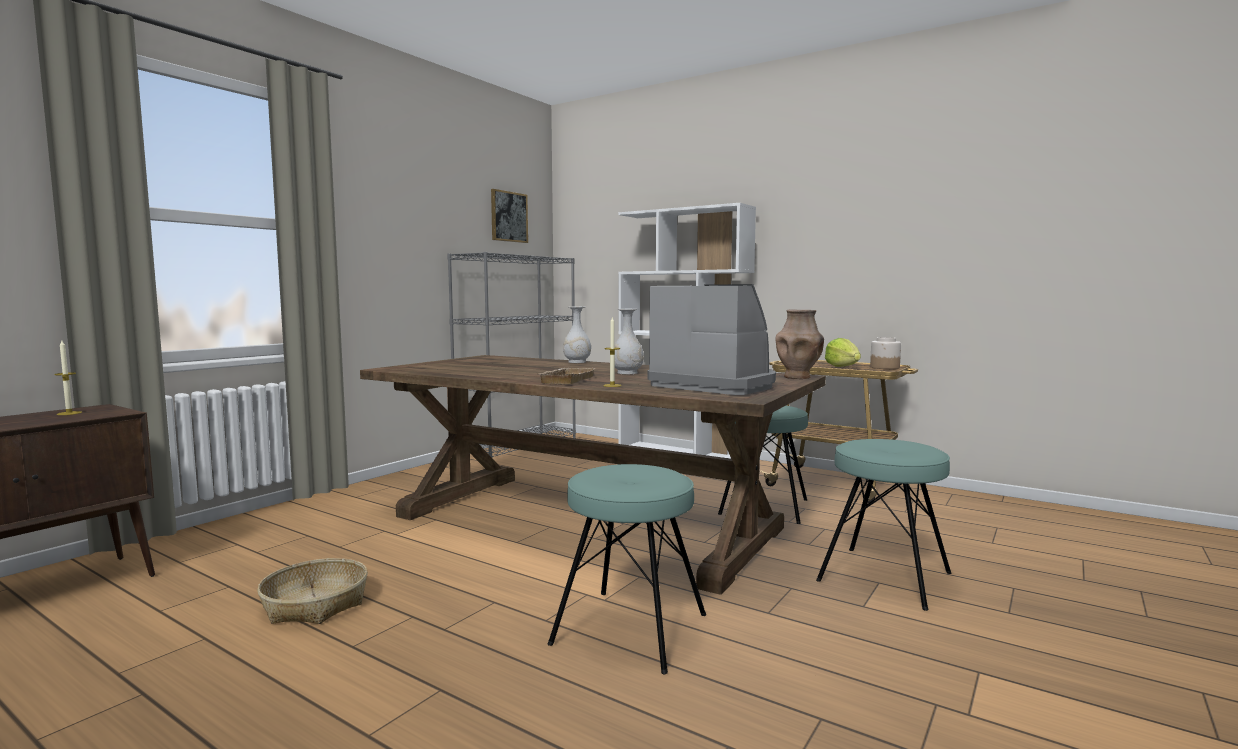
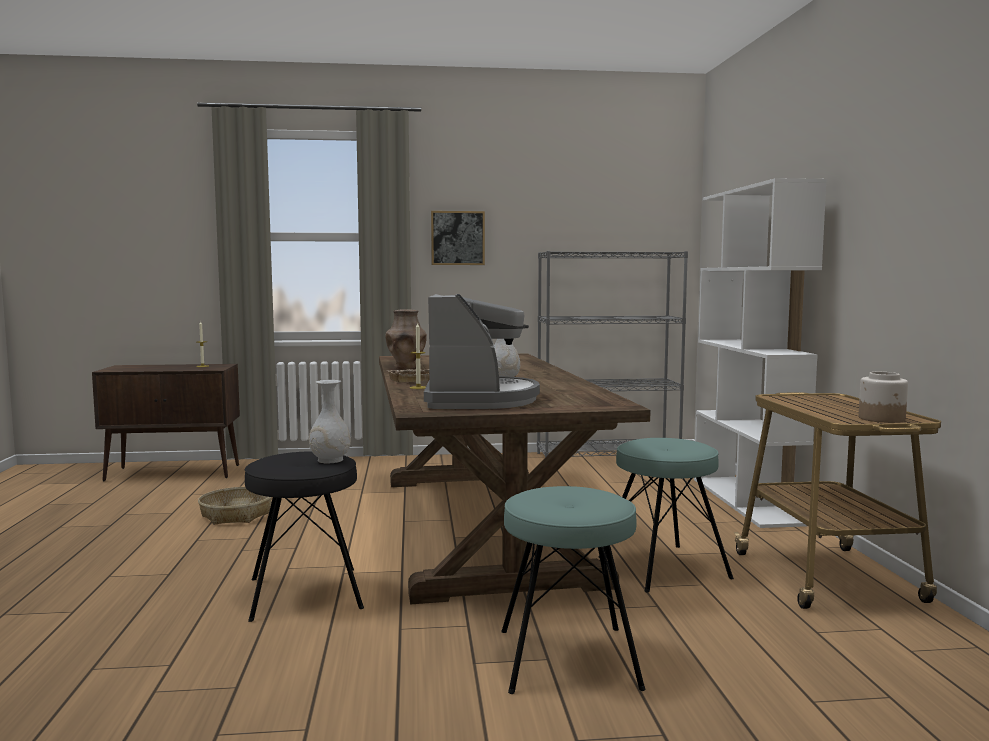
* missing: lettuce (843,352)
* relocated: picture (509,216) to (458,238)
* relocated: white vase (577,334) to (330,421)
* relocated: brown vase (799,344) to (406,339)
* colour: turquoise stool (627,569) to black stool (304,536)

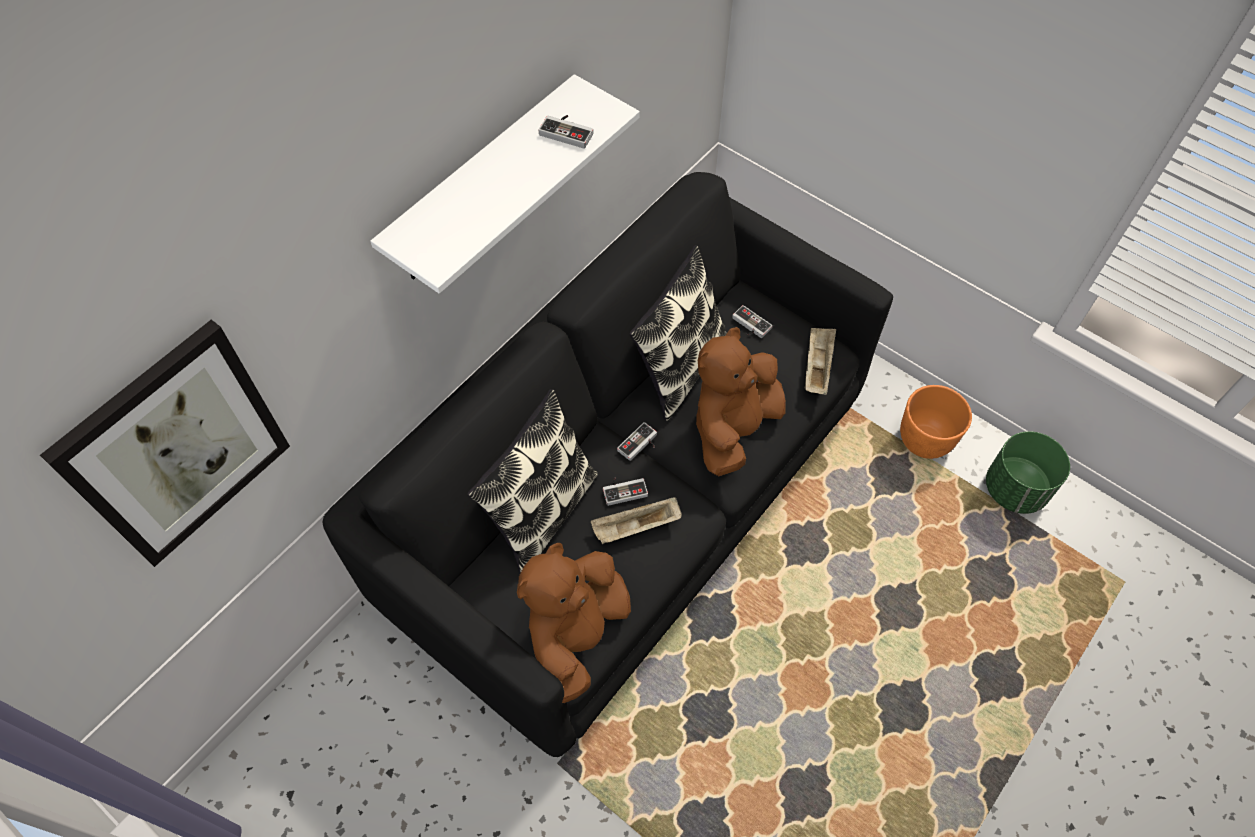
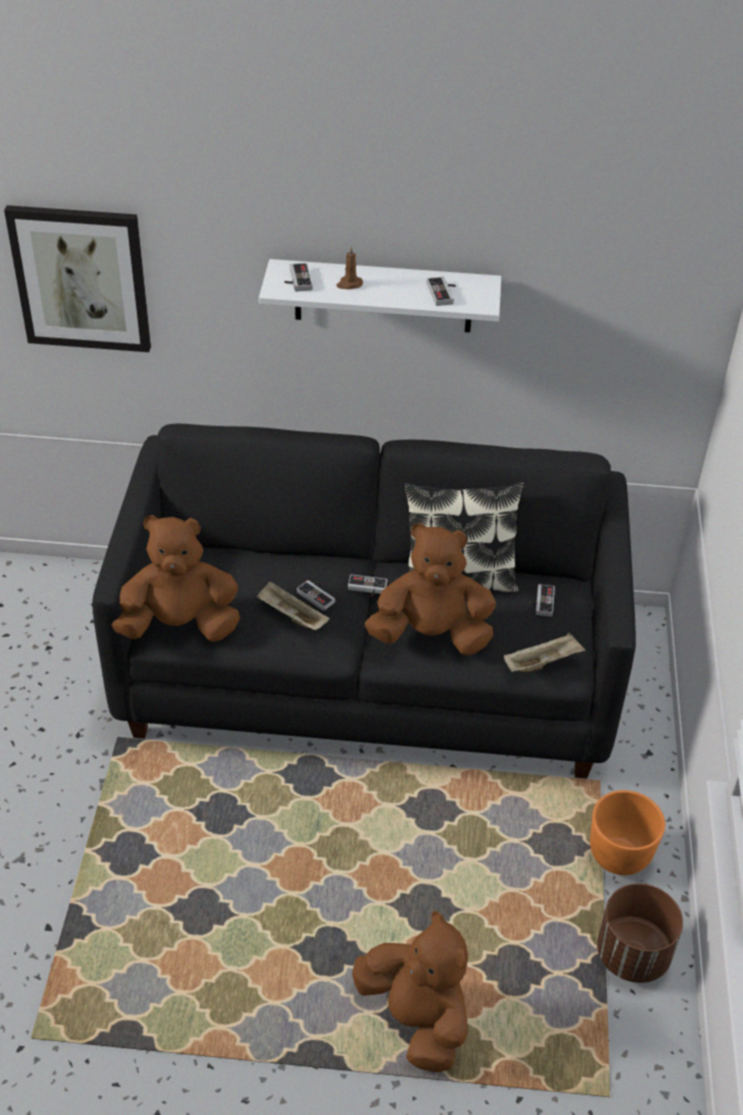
* missing: pillow (532,481)
* appeared: game controller (298,277)
* appeared: brown candle (350,268)
* appeared: brown plush toy (410,992)
* colour: green planter (1028,472) to brown planter (640,933)

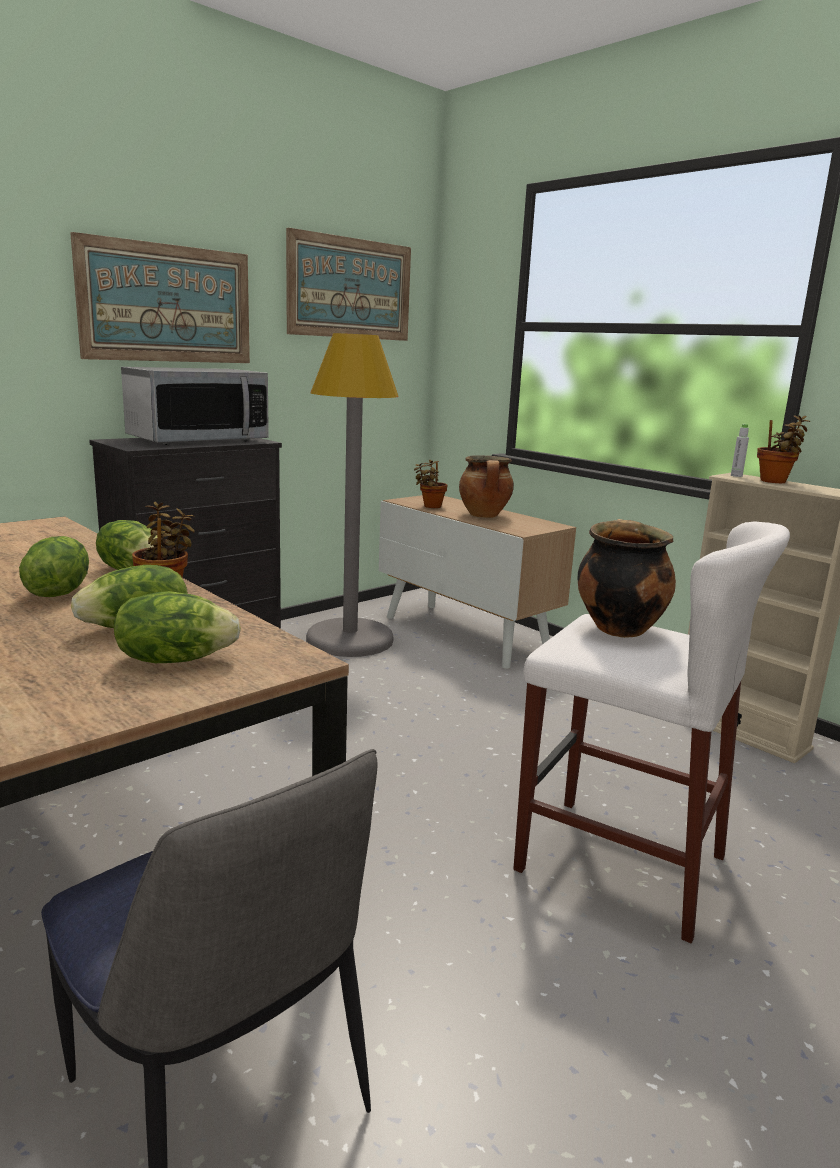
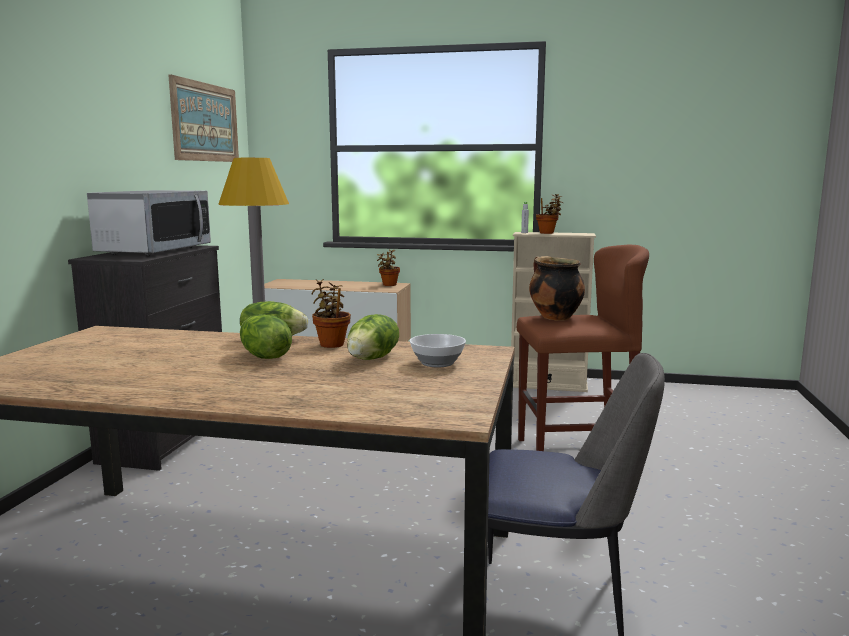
* missing: picture (160,297)
* missing: cooking pot (486,486)
* relocated: potted plant (430,484) to (388,268)
* exchanged: lettuce (177,627) to bowl (438,351)
* colour: white stool (651,732) to brown stool (583,348)

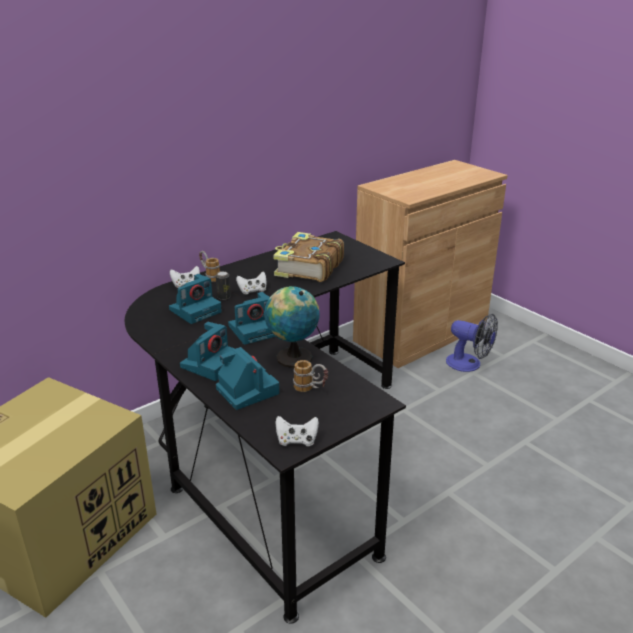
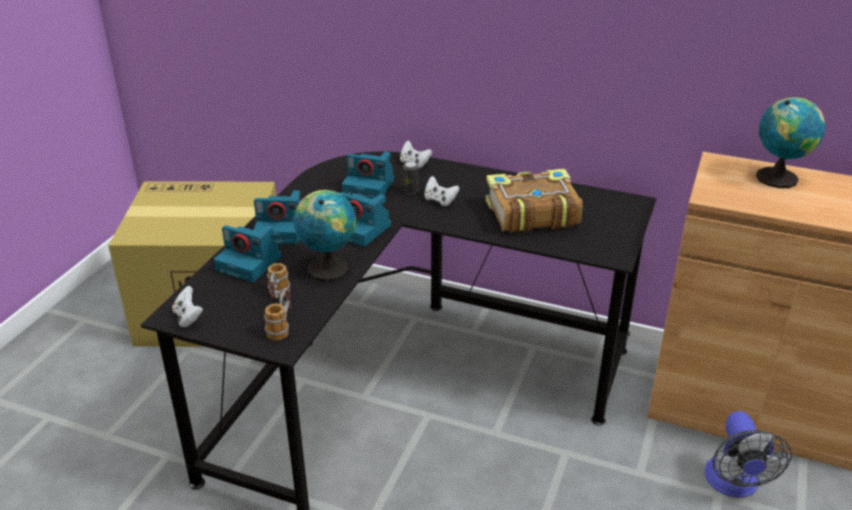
* appeared: globe (790,142)
* relocated: mug (209,266) to (277,314)
* spun: photo camera (247,378) = (248,253) 90 degrees clockwise

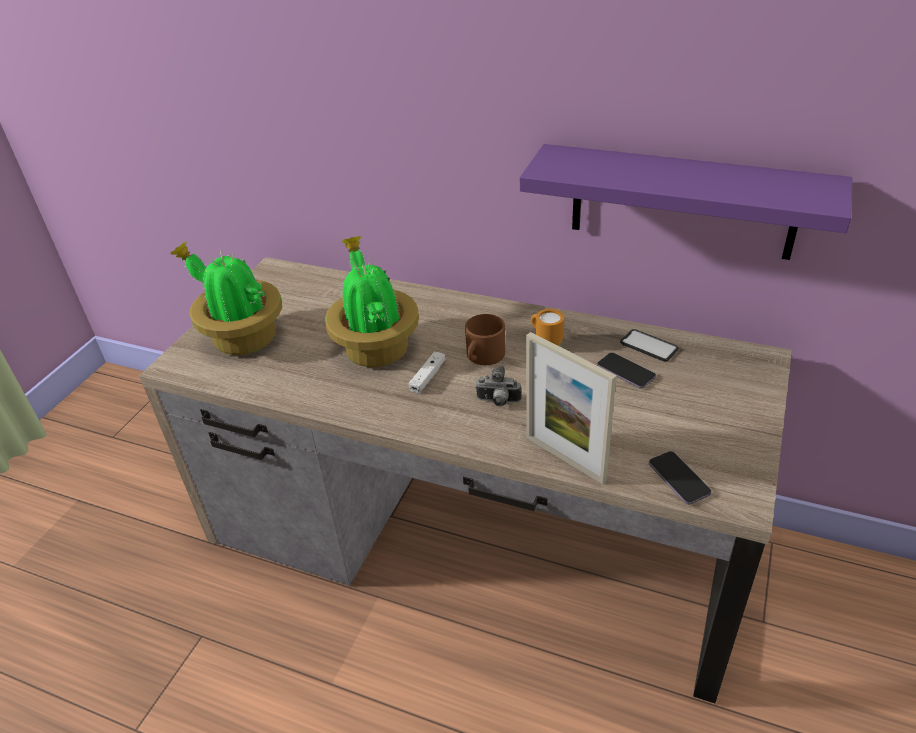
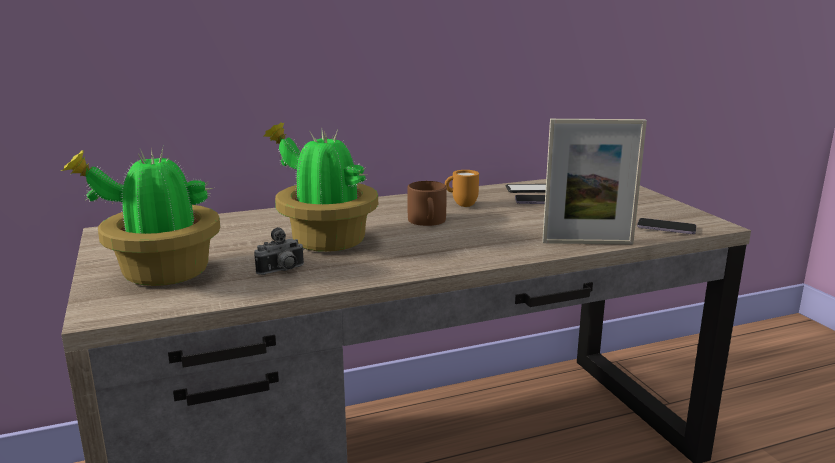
* missing: white game controller (427,372)
* missing: purple shelf (686,202)
* relocated: photo camera (498,386) to (279,251)

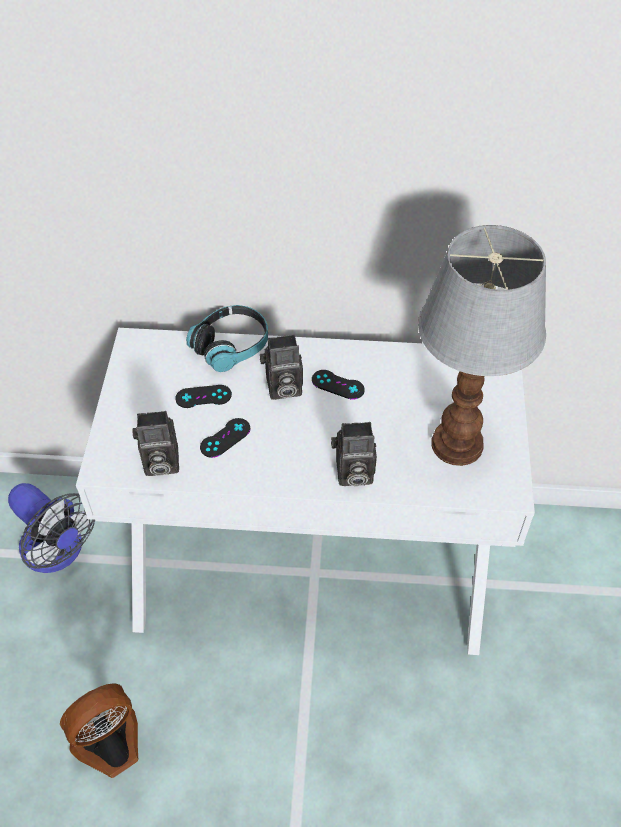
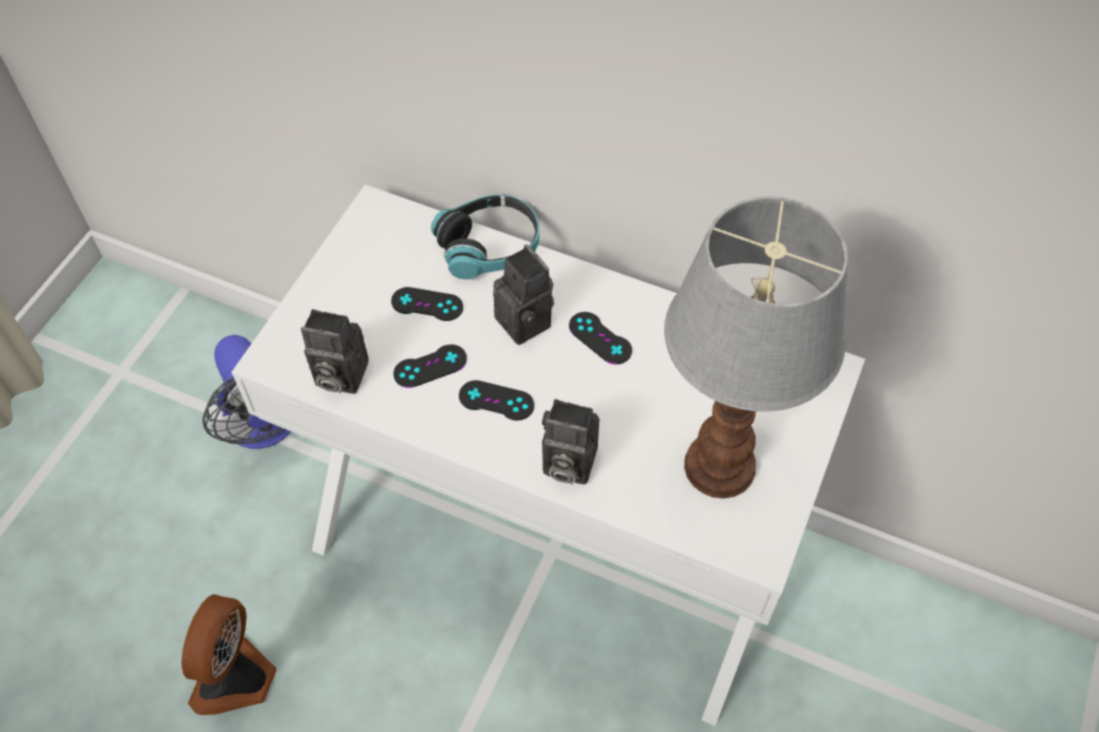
* appeared: black game controller (496,400)
* spun: fan (99,730) = (229,654) 60 degrees counterclockwise
* spun: photo camera (281,367) = (523,294) 135 degrees counterclockwise

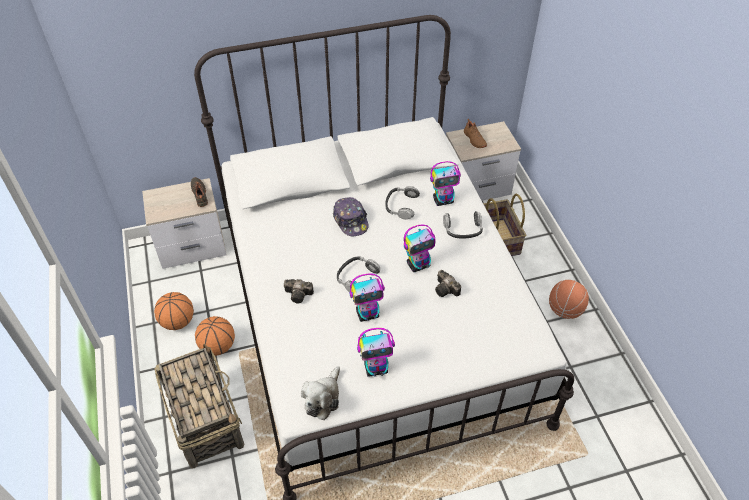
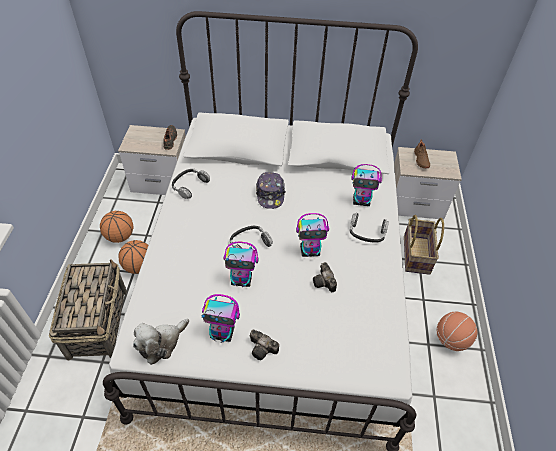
* relocated: photo camera (299,291) to (264,345)
* relocated: headphones (402,203) to (191,184)

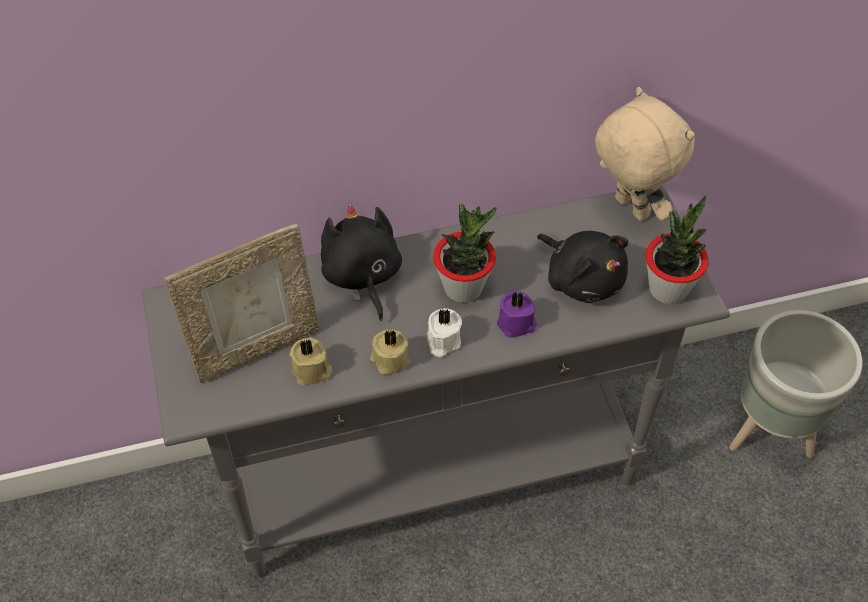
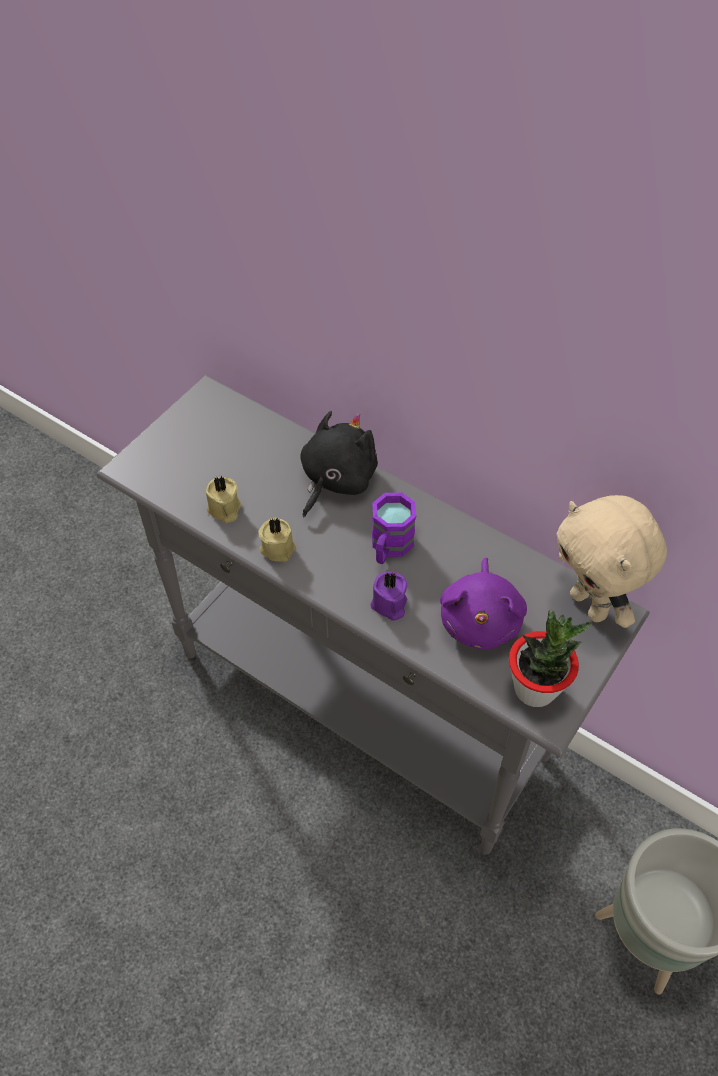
* missing: picture frame (241,303)
* missing: white candle (444,332)
* exchanged: potted plant (465,253) to purple mug (394,528)
* colour: black plush toy (582,267) to purple plush toy (483,603)
* spun: beige plush toy (645,154) = (612,561) 135 degrees clockwise

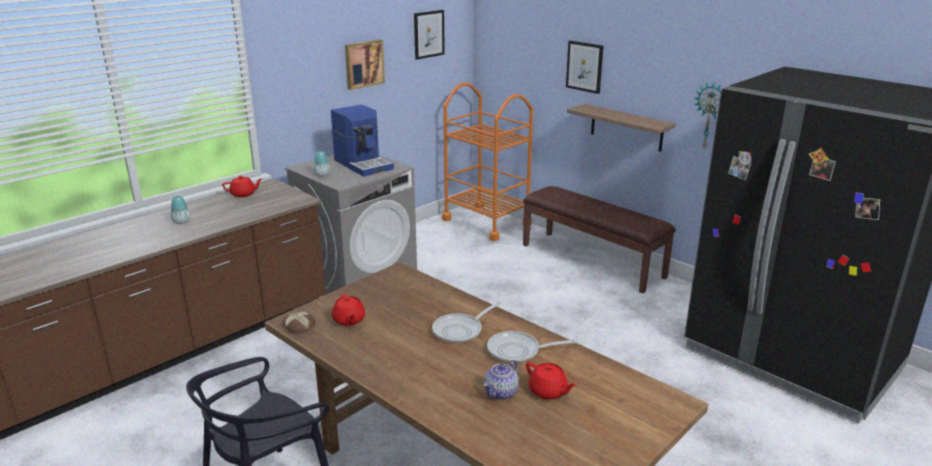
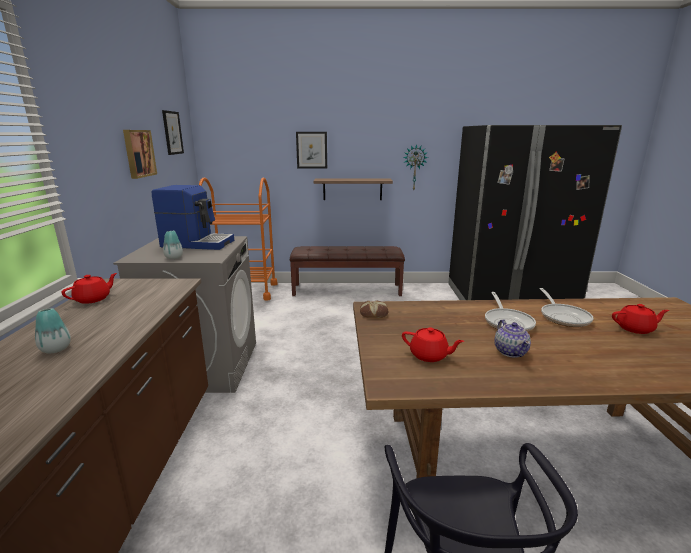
* relocated: bread (299,322) to (374,309)
* relocated: teapot (501,380) to (512,338)
* spun: frying pan (532,347) = (566,307) 45 degrees counterclockwise

